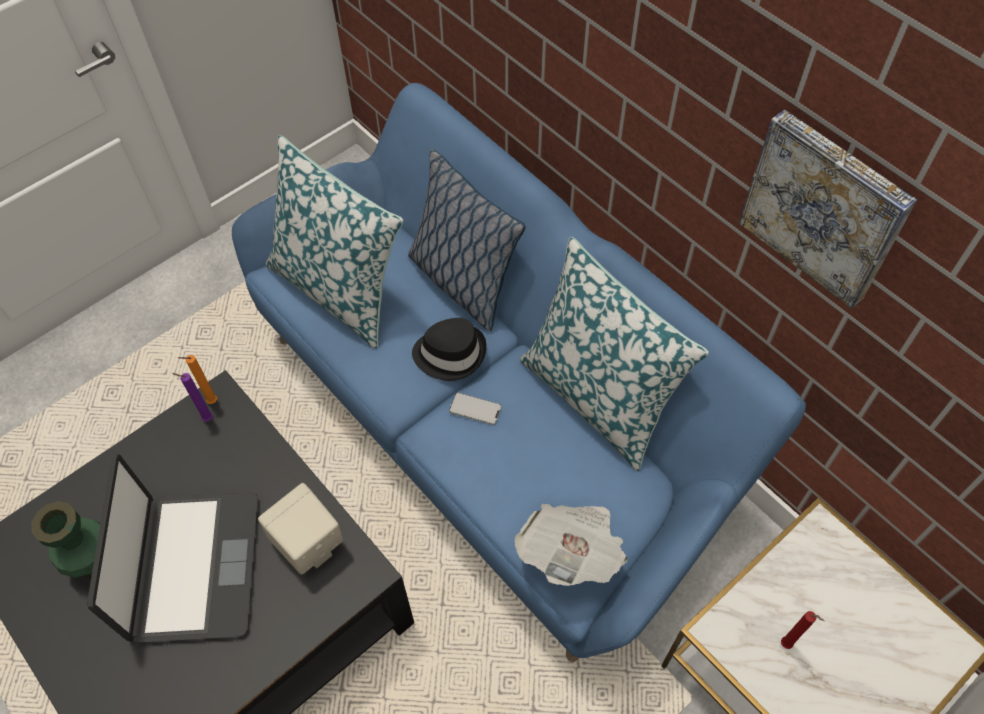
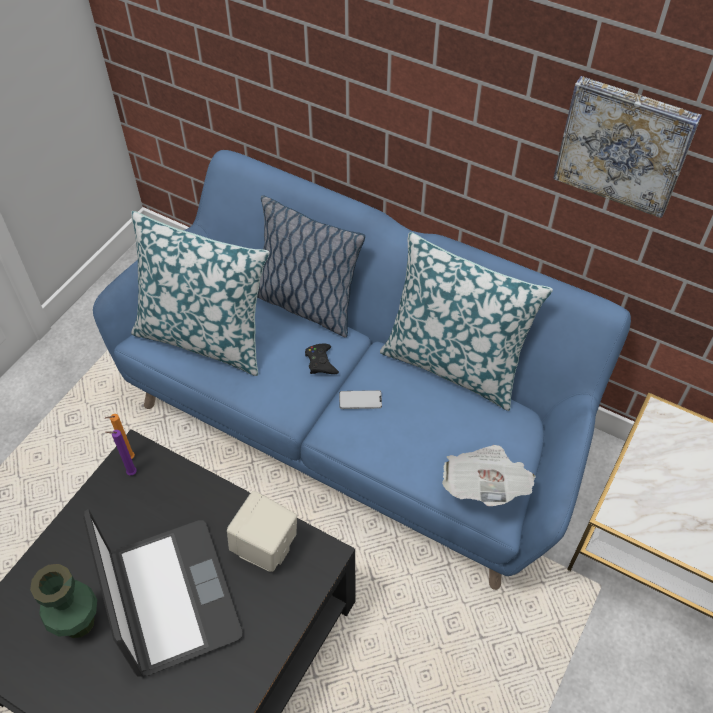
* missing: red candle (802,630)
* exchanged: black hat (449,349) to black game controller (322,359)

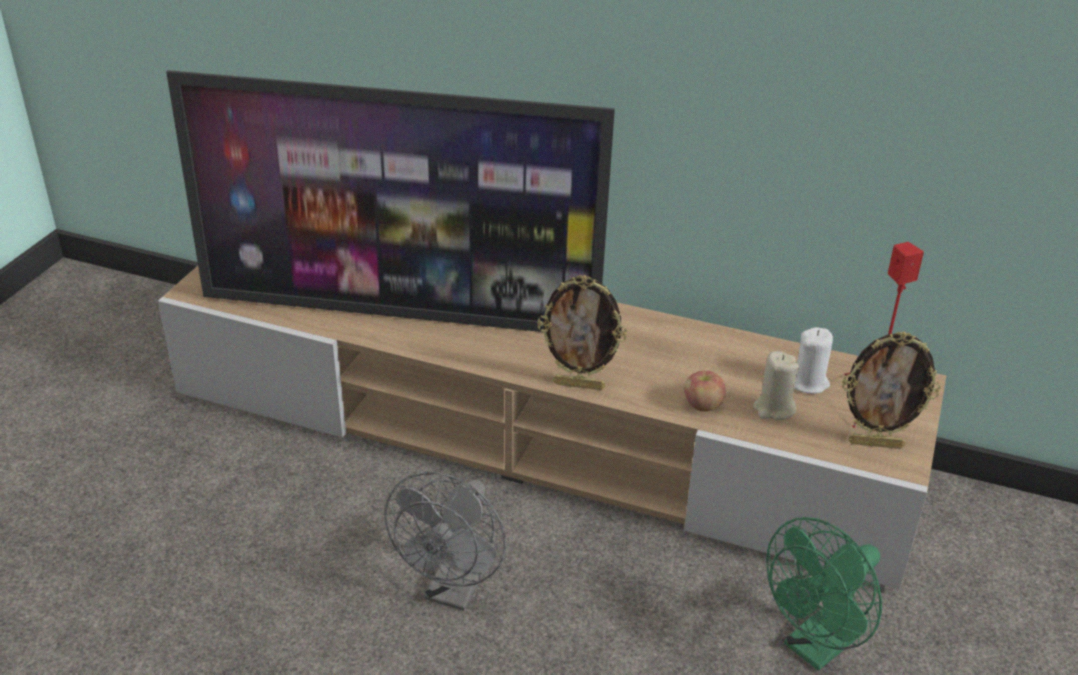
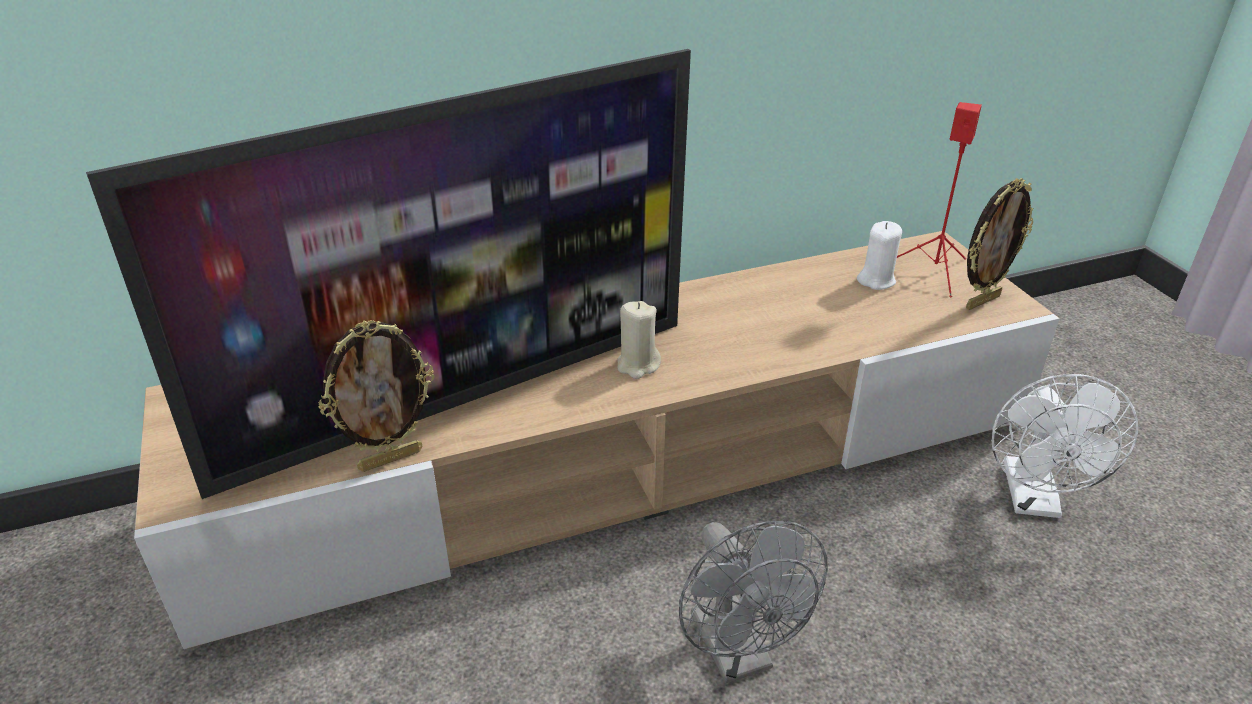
* missing: apple (705,391)
* relocated: picture frame (582,332) to (377,396)
* relocated: beige candle (776,385) to (639,340)
* colour: green fan (824,594) to white fan (1064,446)

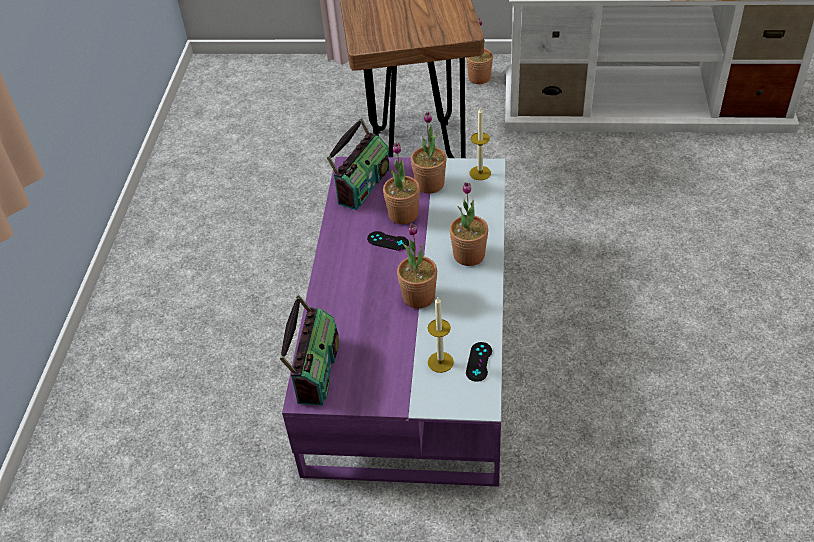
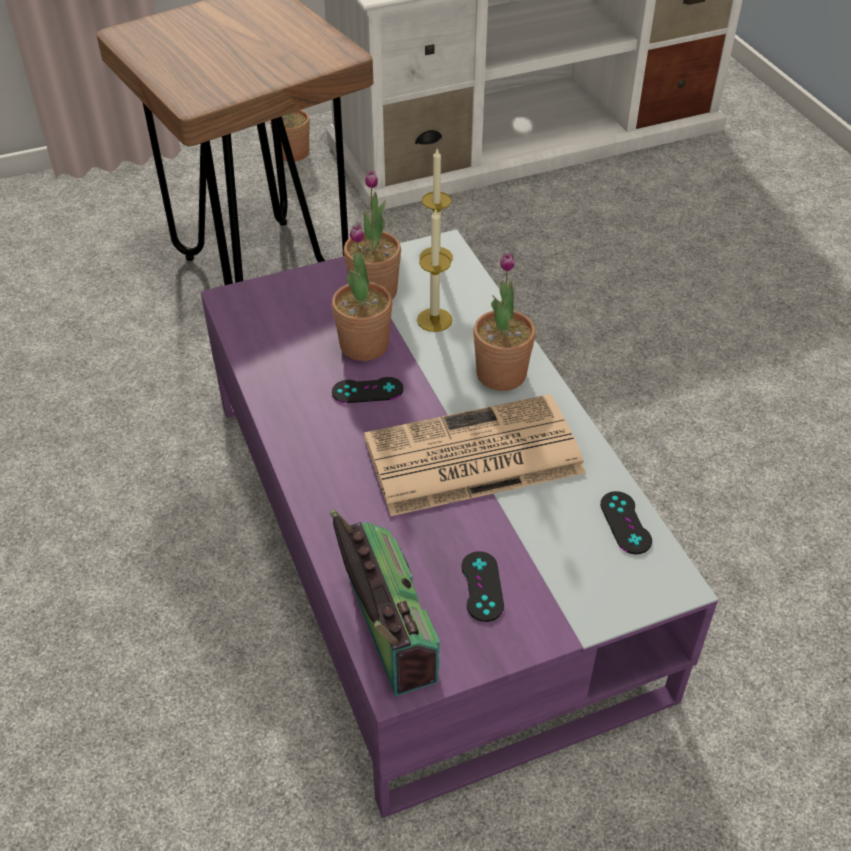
* missing: radio (358,164)
* appeared: black game controller (482,586)
* relocated: candle (441,334) to (435,270)
* exchanged: potted plant (417,265) to newspaper (475,455)

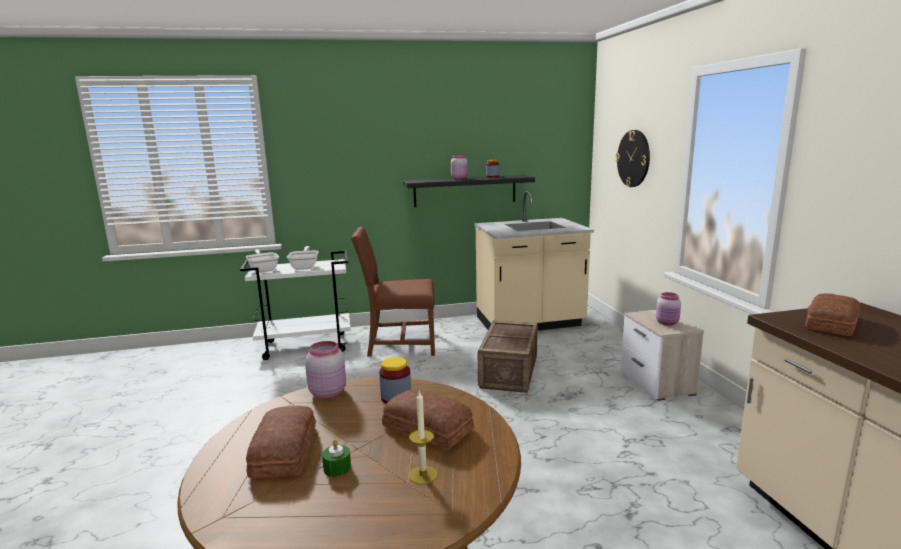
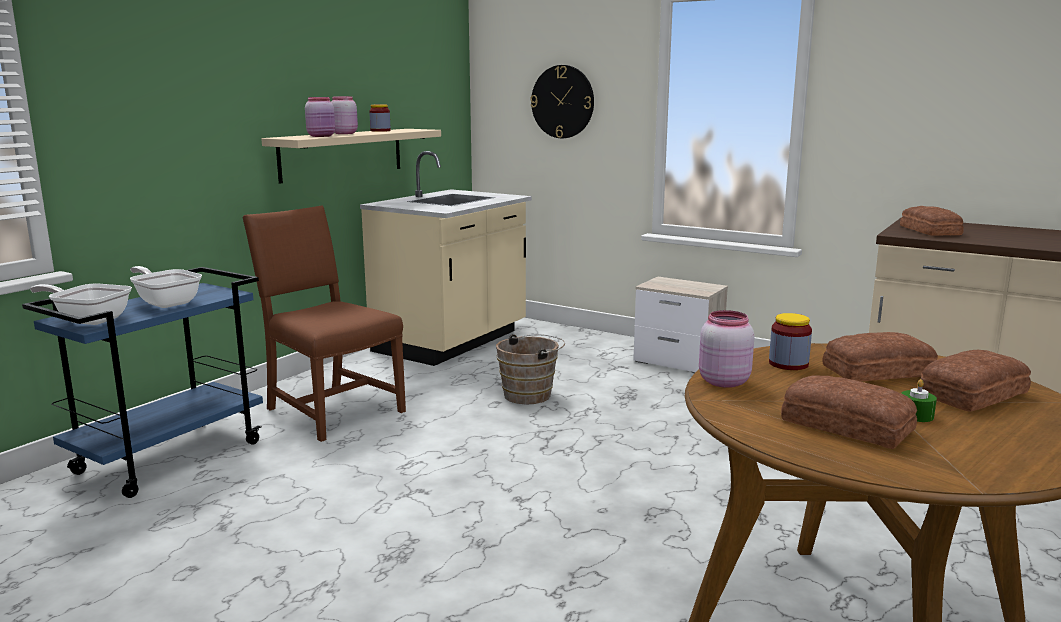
* relocated: pink jar (668,309) to (320,117)
* exchanged: candle (423,437) to bread (975,381)
* exchanged: crate (508,356) to brown bucket (530,369)
* colour: white cart (295,305) to blue cart (142,382)
* colour: black shelf (469,191) to beige shelf (351,156)
* spun: brown chair (393,291) = (324,324) 90 degrees clockwise

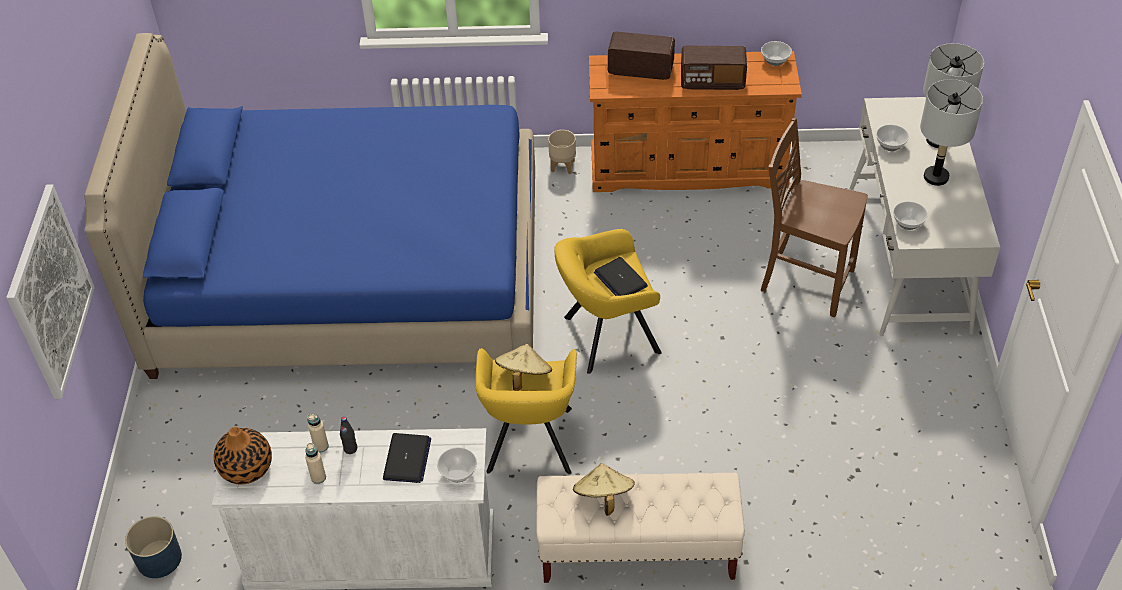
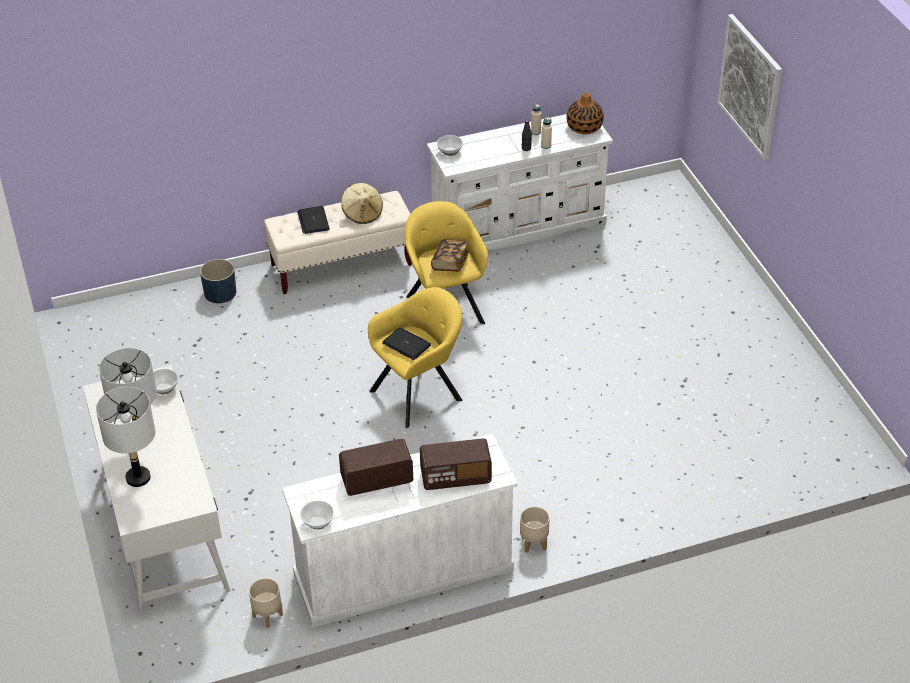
* missing: blue bed (309,206)
* missing: brown chair (814,217)
* missing: bowl (892,137)
* appeared: beige planter (266,603)
* relocated: blue planter (153,547) to (218,281)
* relocated: laptop (407,458) to (313,220)
* exchanged: beige hat (523,367) to book (450,255)
* colour: orange dresser (695,121) to white dresser (400,530)

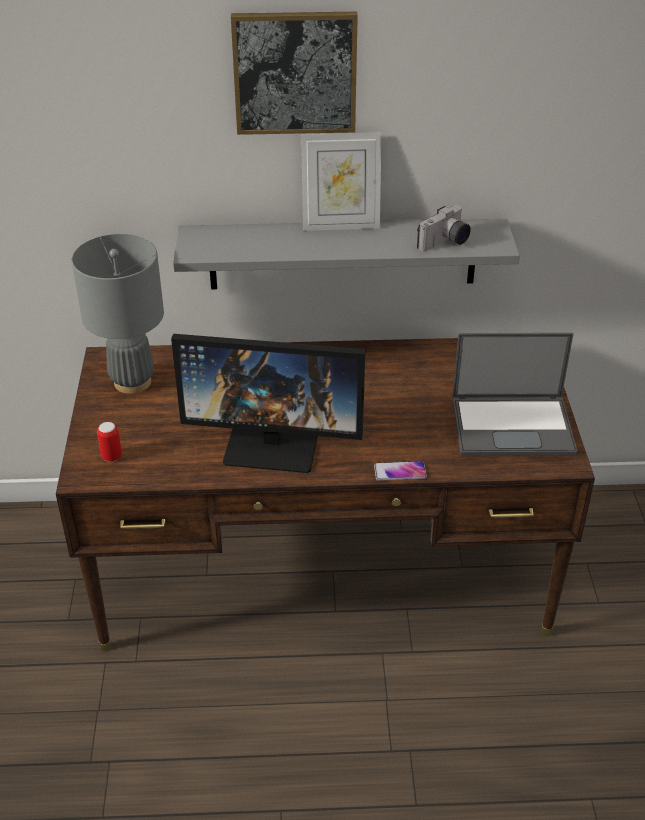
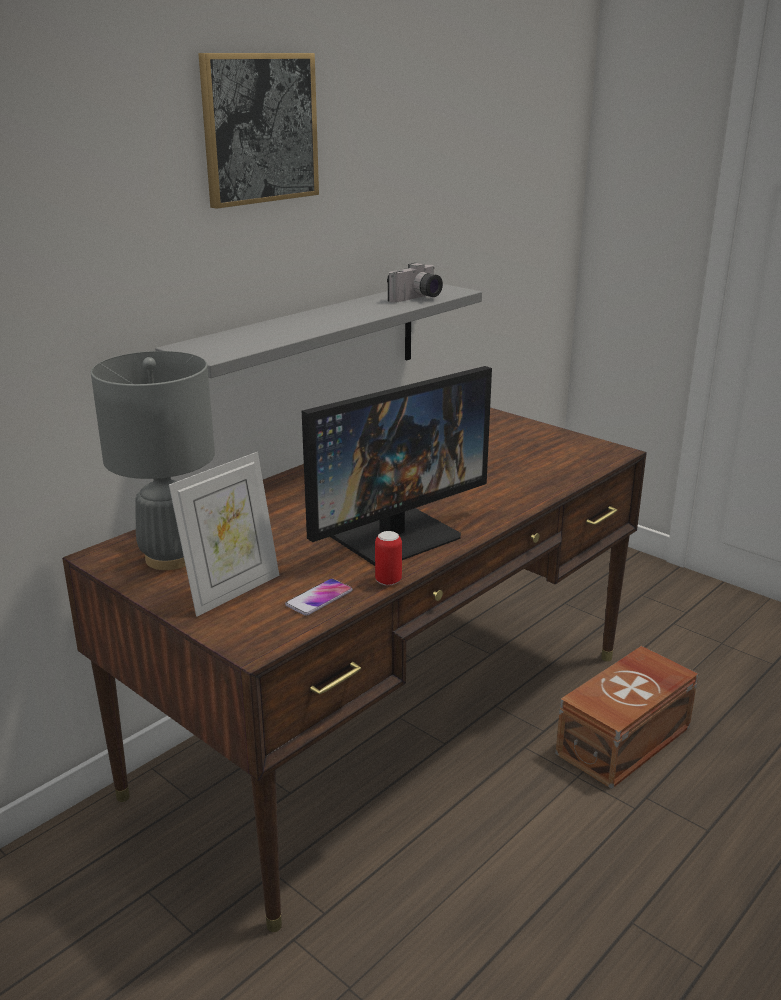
* missing: laptop (515,394)
* appeared: brown storage box (627,717)
* relocated: can (109,442) to (388,558)
* relocated: picture frame (341,182) to (224,534)
* relocated: phone (400,471) to (318,597)
* spun: photo camera (444,228) = (415,283) 45 degrees clockwise

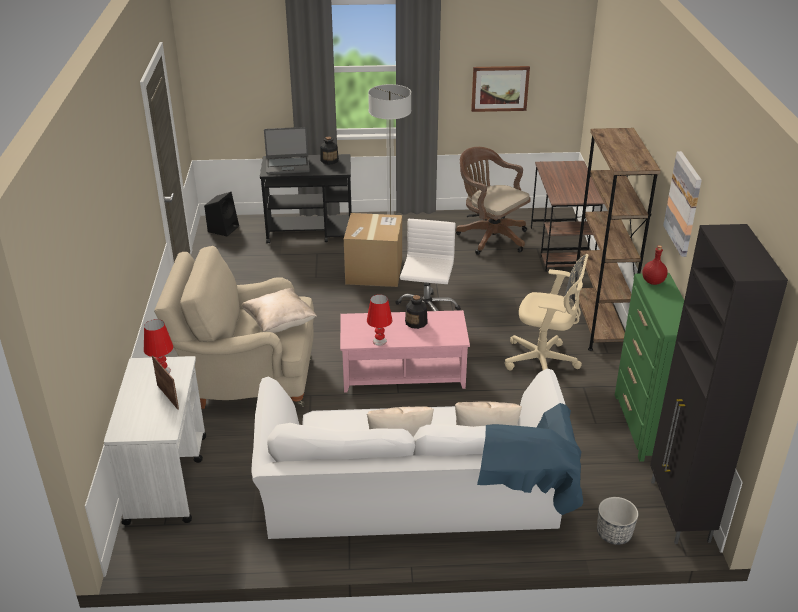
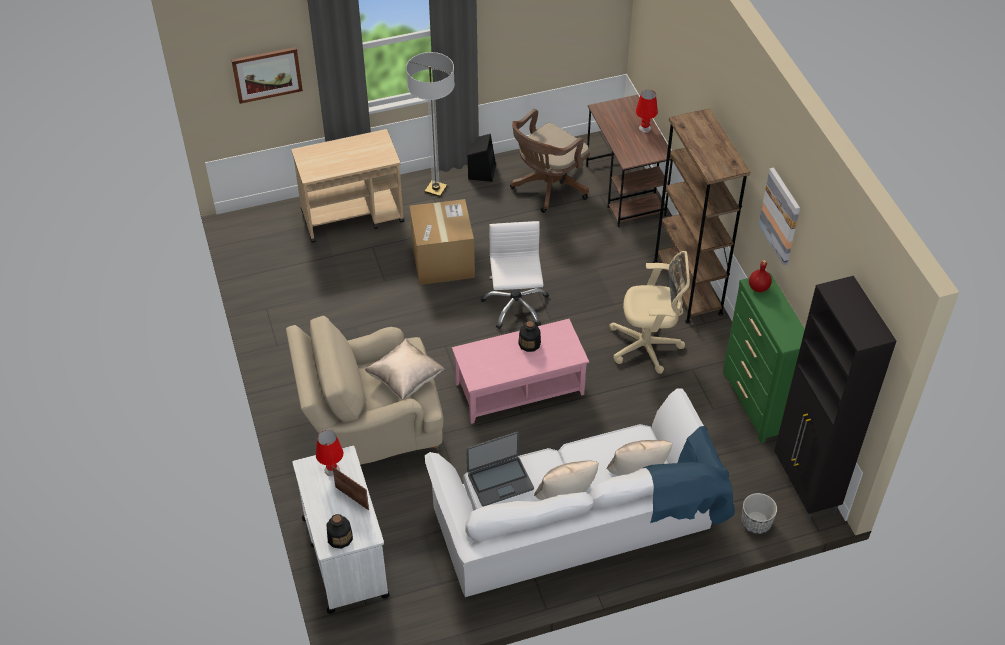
* relocated: black speaker (221,214) to (482,158)
* relocated: laptop (287,150) to (500,469)
* relocated: bottle (329,150) to (339,531)
* relocated: red table lamp (379,320) to (647,111)
* relocated: picture (500,89) to (267,75)
* colour: black cart (306,199) to beige cart (348,186)
* spun: brown office chair (493,201) = (550,161) 75 degrees counterclockwise

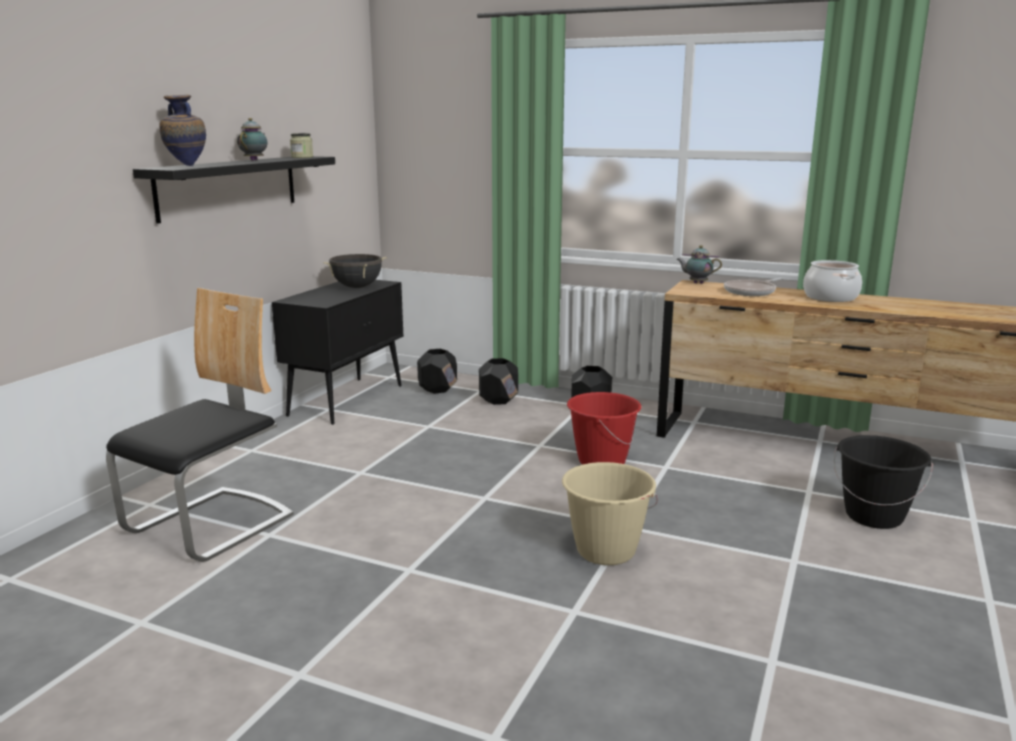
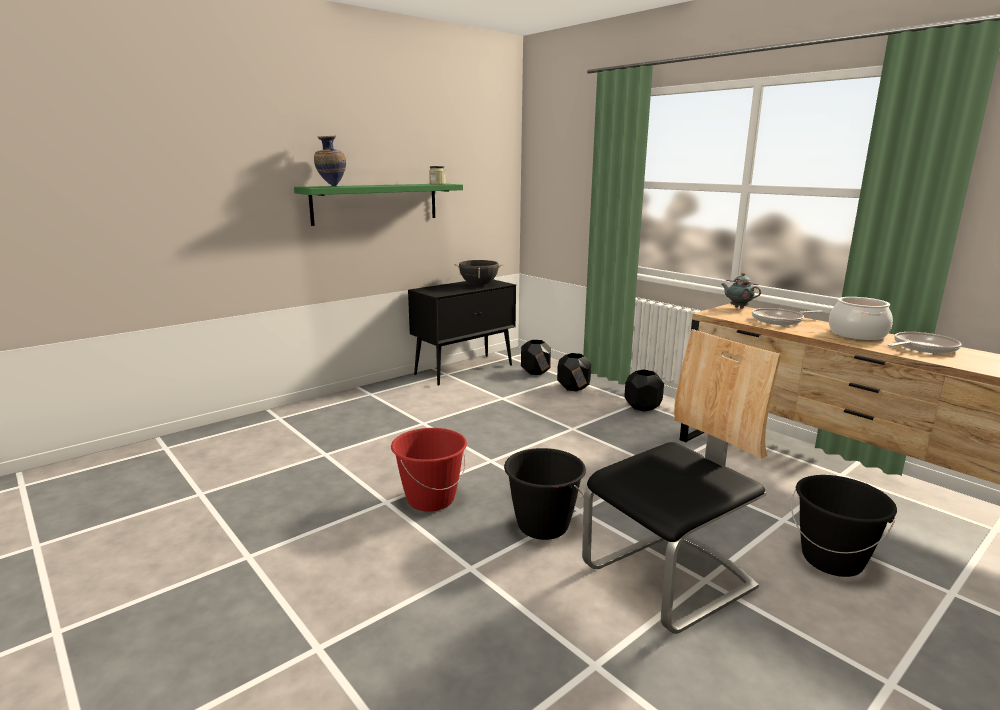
* missing: teapot (252,139)
* appeared: frying pan (924,343)
* relocated: chair (200,425) to (681,481)
* relocated: red bucket (604,428) to (429,470)
* colour: black shelf (234,190) to green shelf (378,205)
* colour: beige bucket (610,513) to black bucket (545,494)

